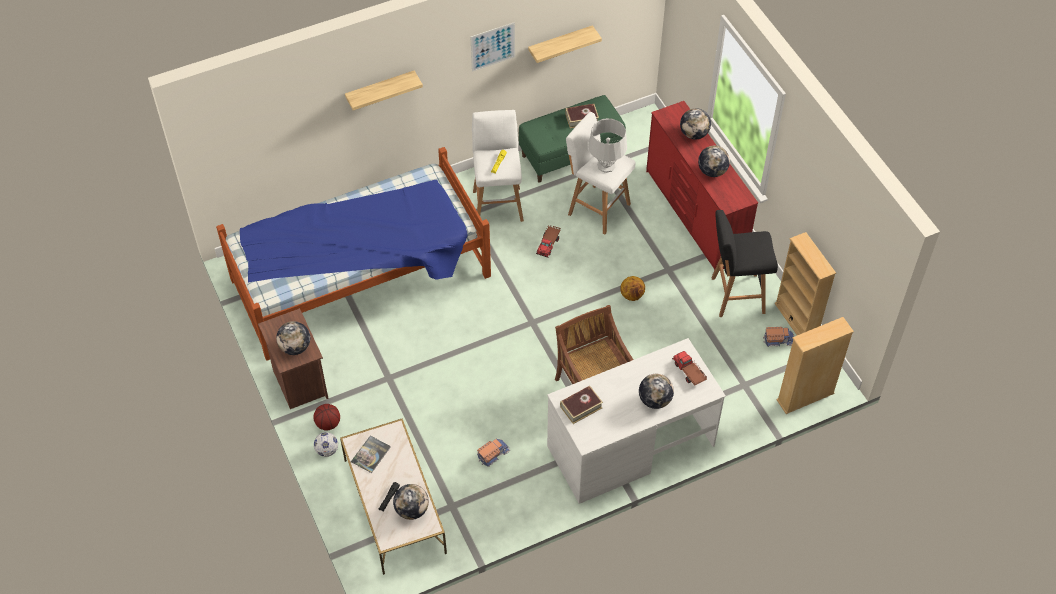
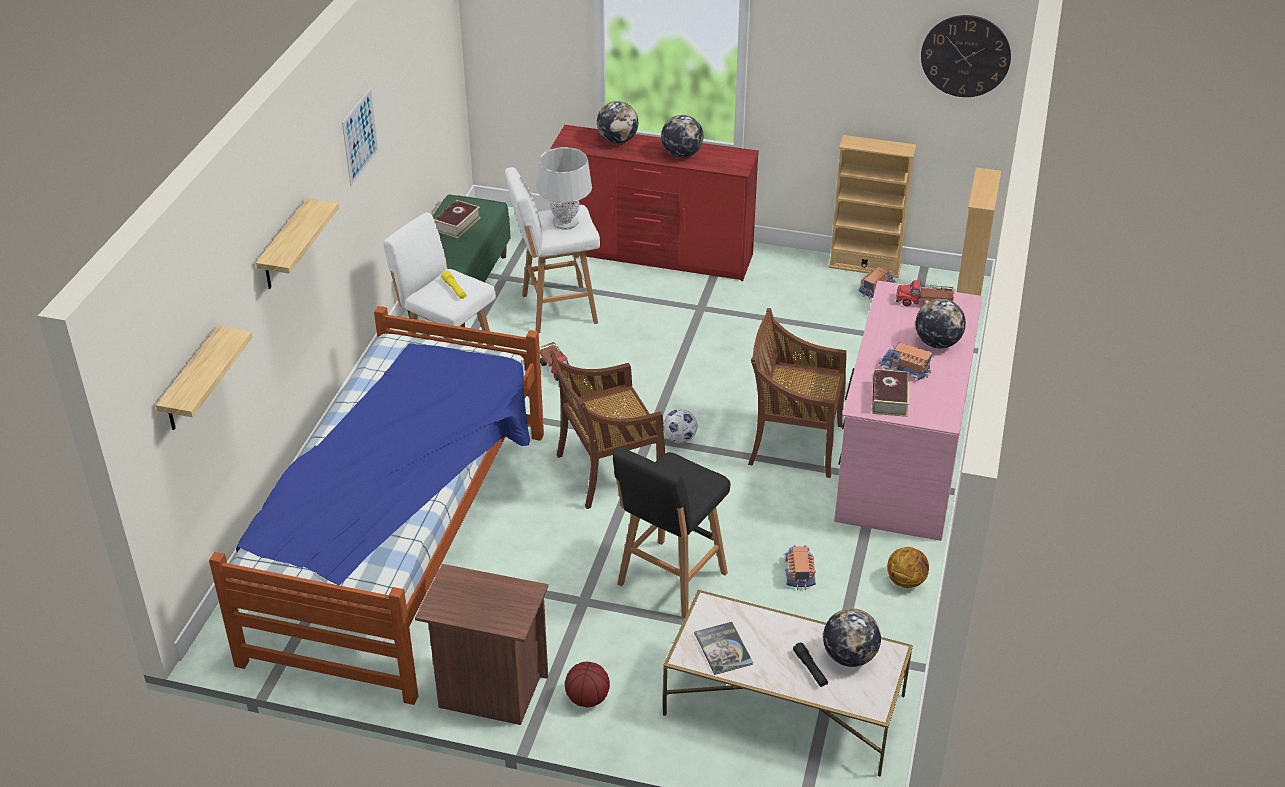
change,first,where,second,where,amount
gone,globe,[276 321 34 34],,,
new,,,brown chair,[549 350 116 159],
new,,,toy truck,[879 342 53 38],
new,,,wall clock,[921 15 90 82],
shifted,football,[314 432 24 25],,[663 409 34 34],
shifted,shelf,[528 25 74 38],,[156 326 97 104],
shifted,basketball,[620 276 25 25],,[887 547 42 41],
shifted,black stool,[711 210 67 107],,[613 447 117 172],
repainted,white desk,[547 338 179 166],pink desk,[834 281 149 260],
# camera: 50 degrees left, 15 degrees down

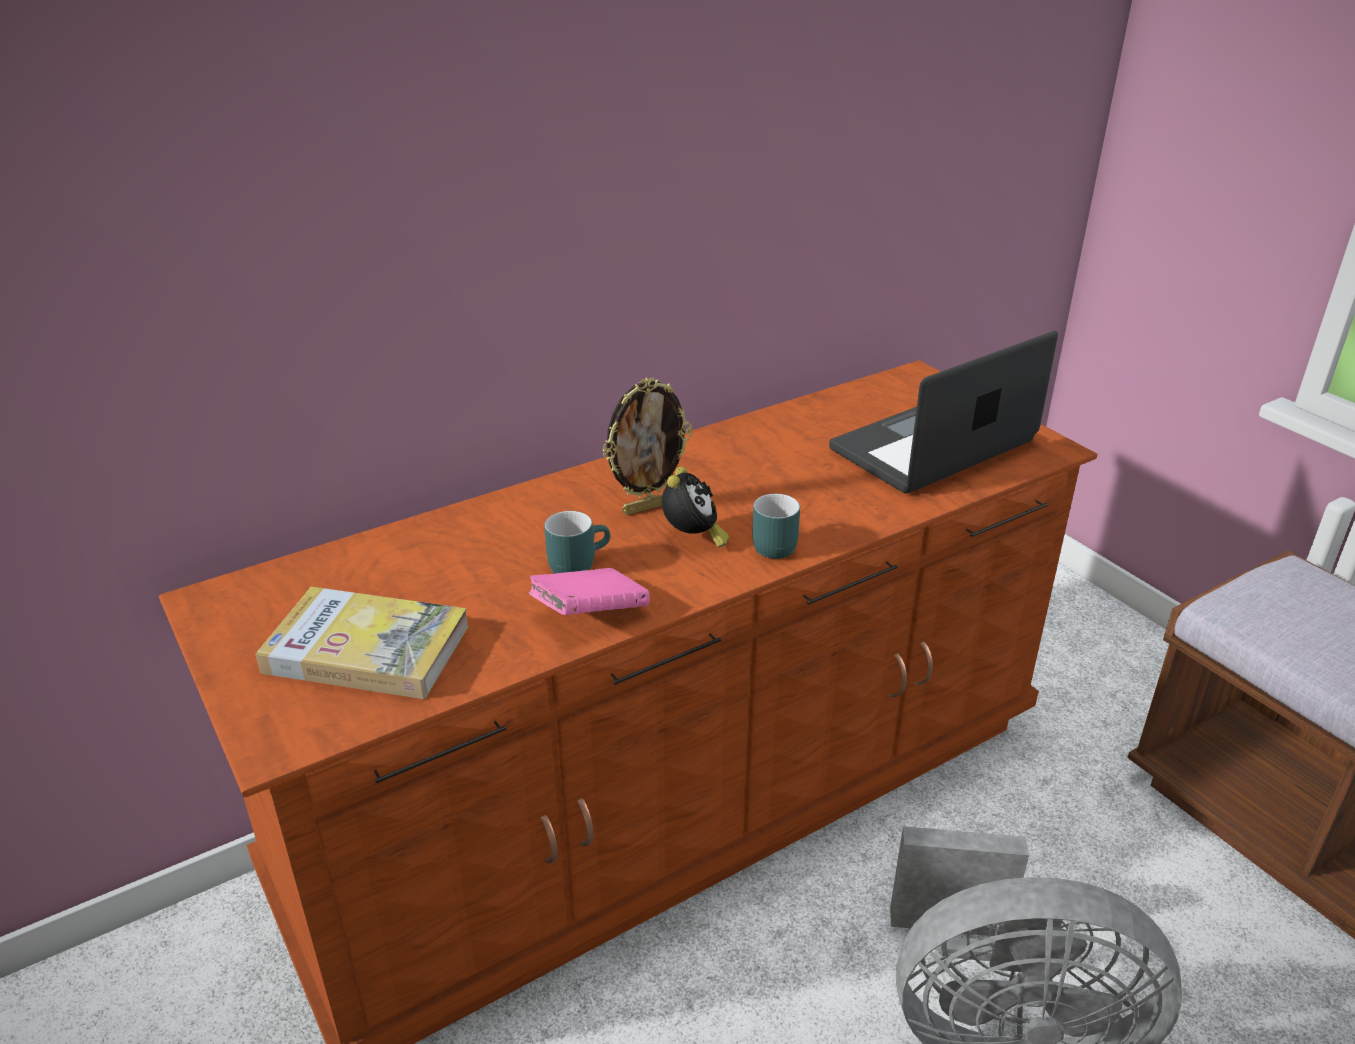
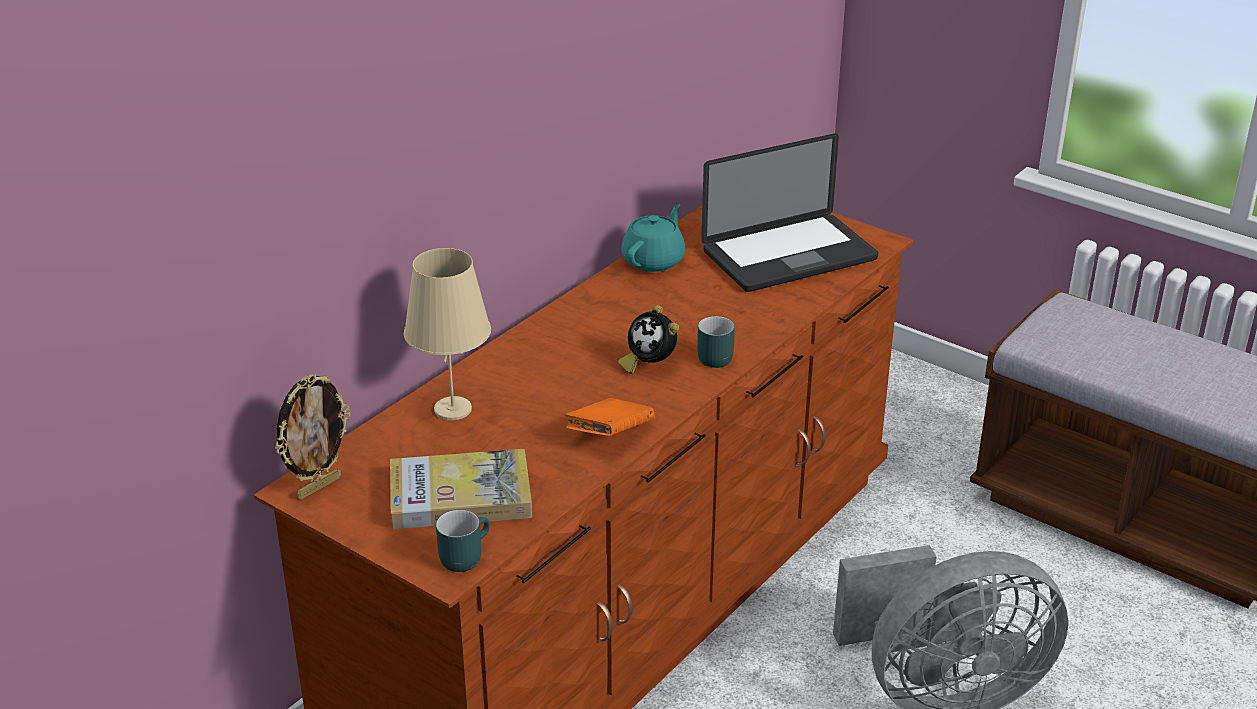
change,first,where,second,where,amount
new,,,beige table lamp,[404 248 87 172],
new,,,turquoise teapot,[621 204 65 68],
shifted,turquoise mug,[544 511 66 62],,[436 510 54 62],
shifted,picture frame,[602 378 90 137],,[275 374 75 125],
repainted,pink book,[528 568 122 47],orange book,[565 398 90 38],
rotated,alarm clock,[662 466 67 82],,[618 305 61 69],150 degrees clockwise
rotated,laptop,[829 331 229 162],,[701 133 178 159],150 degrees counterclockwise
# camera: 20 degrees left, 0 degrees up

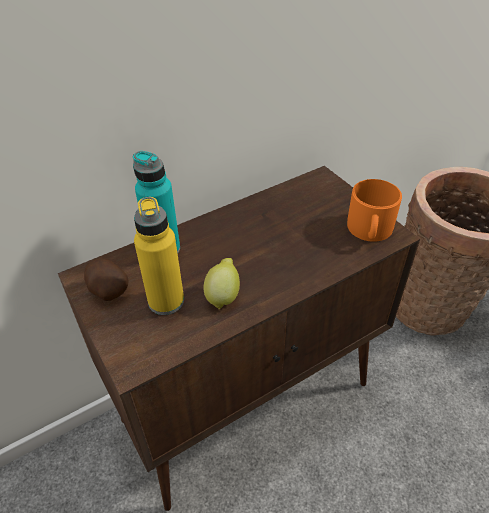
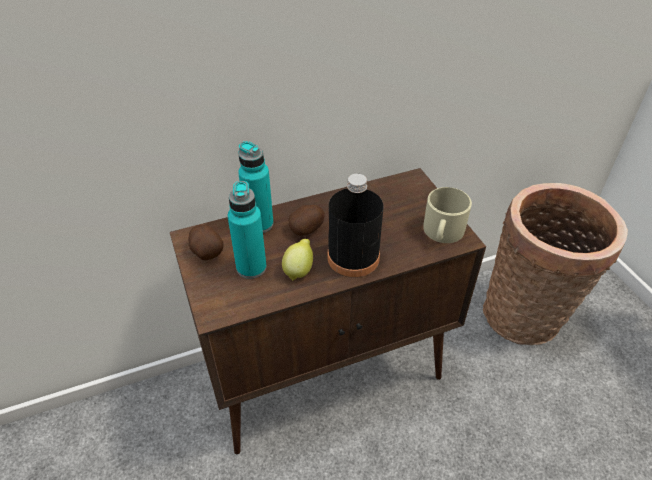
change,first,where,second,where,amount
new,,,potato,[288 205 37 30],
new,,,black bottle,[327 174 57 103],
repainted,yellow bottle,[134 197 50 118],turquoise bottle,[228 181 39 98],
repainted,orange mug,[347 179 55 63],beige mug,[423 187 49 56],
# camera: 10 degrees right, 0 degrees up

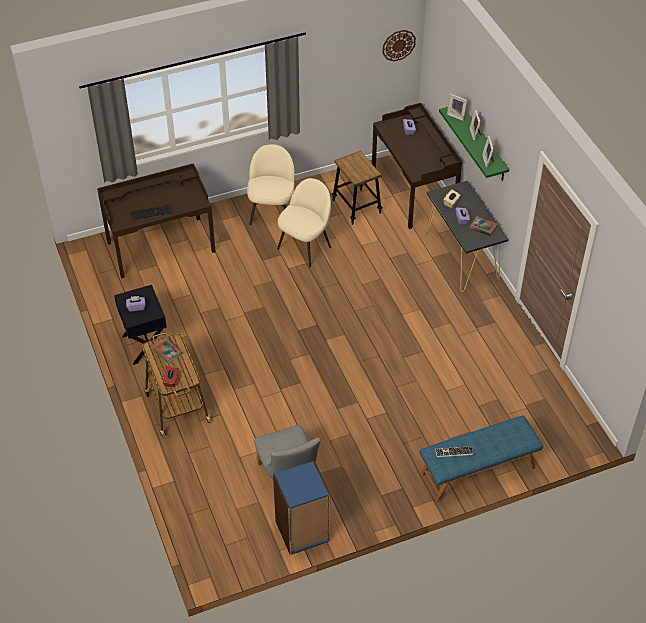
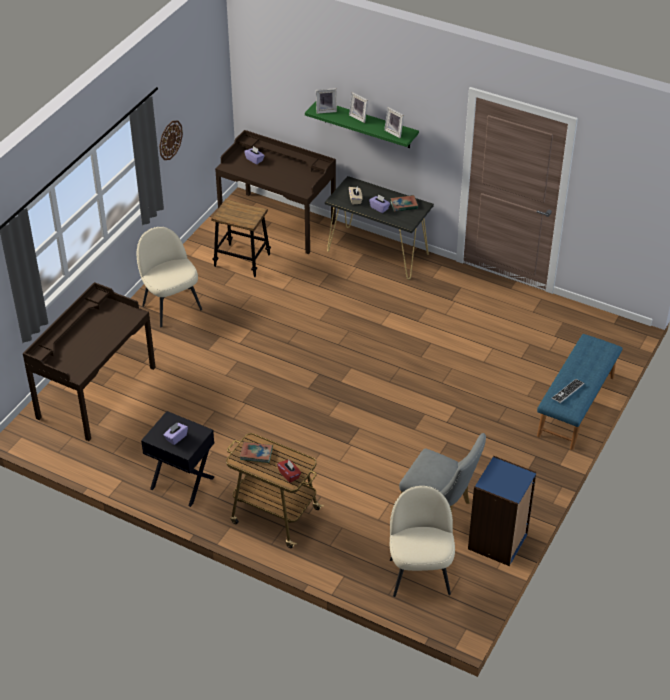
change,first,where,second,where,amount
gone,keyboard,[131 205 42 16],,,
shifted,beige chair,[277 178 54 89],,[390 486 65 111],
shifted,wall clock,[382 30 34 31],,[159 121 24 39],
# camera: 40 degrees left, 5 degrees down

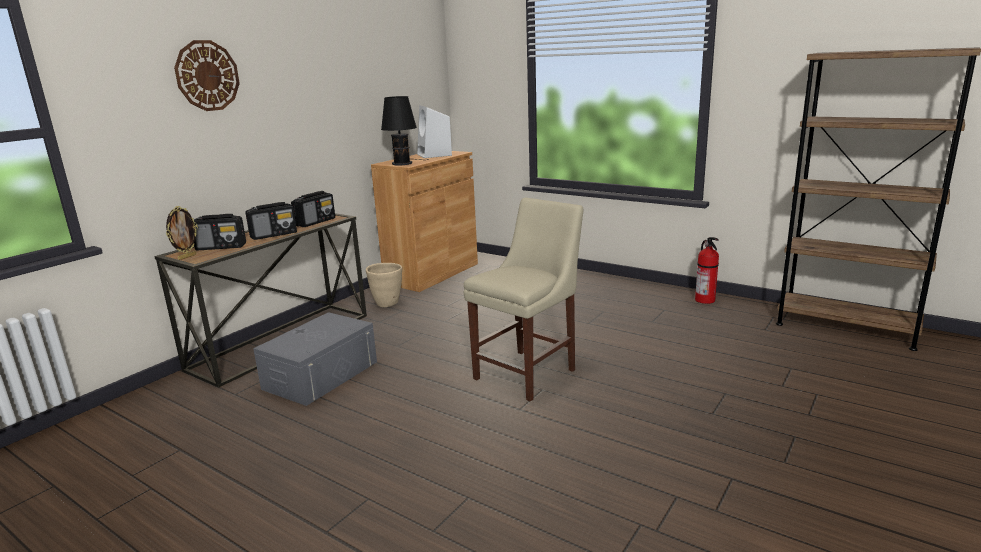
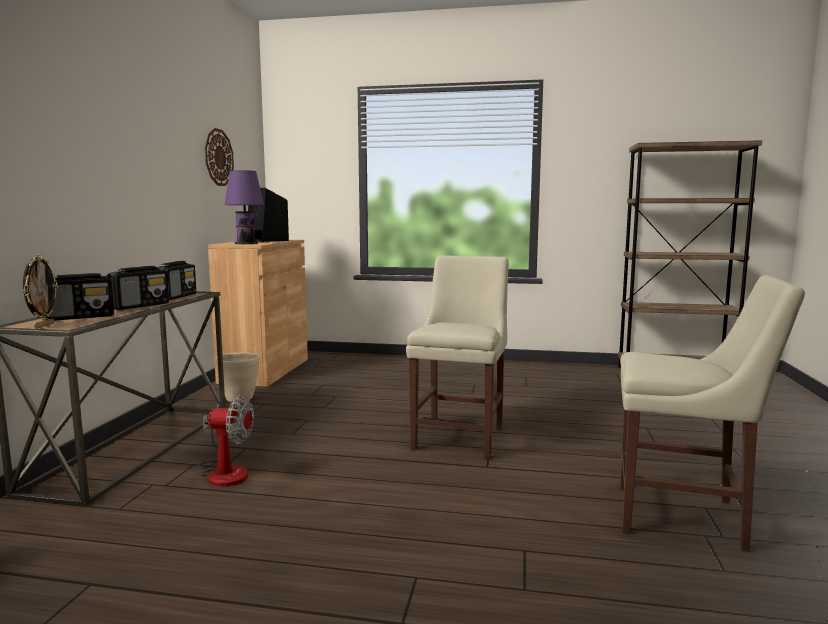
change,first,where,second,where,amount
gone,fire extinguisher,[695 237 24 67],,,
new,,,beige chair,[620 275 185 277],
shifted,wall clock,[174 40 66 71],,[205 128 29 58],
swapped,grey storage box,[253 312 124 94],fan,[199 396 55 91],
repainted,black table lamp,[381 96 48 69],purple table lamp,[225 170 43 74],
repainted,white speaker,[417 105 35 53],black speaker,[248 188 41 54],
# camera: 25 degrees left, 10 degrees down

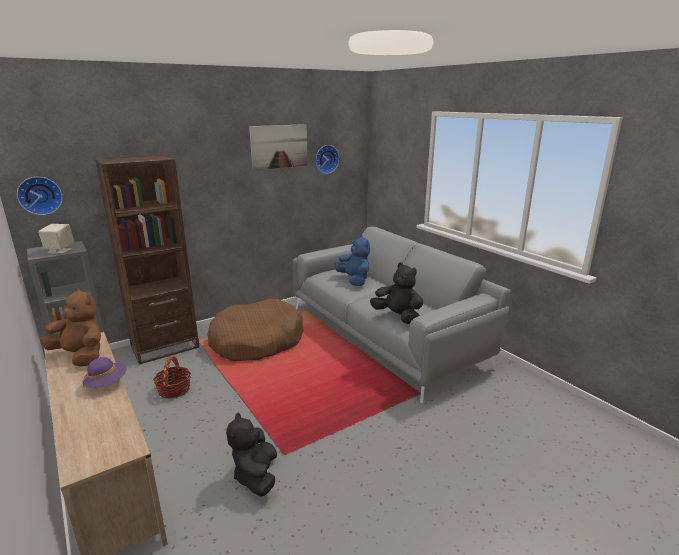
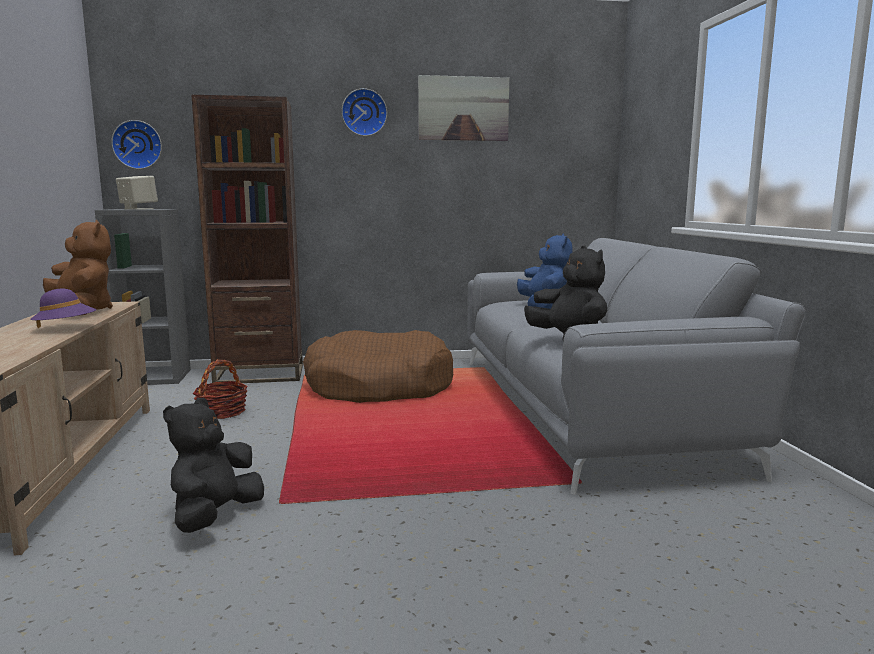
change,first,where,second,where,amount
shifted,wall clock,[316 145 23 29],,[341 88 46 48],
# camera: 25 degrees right, 10 degrees down

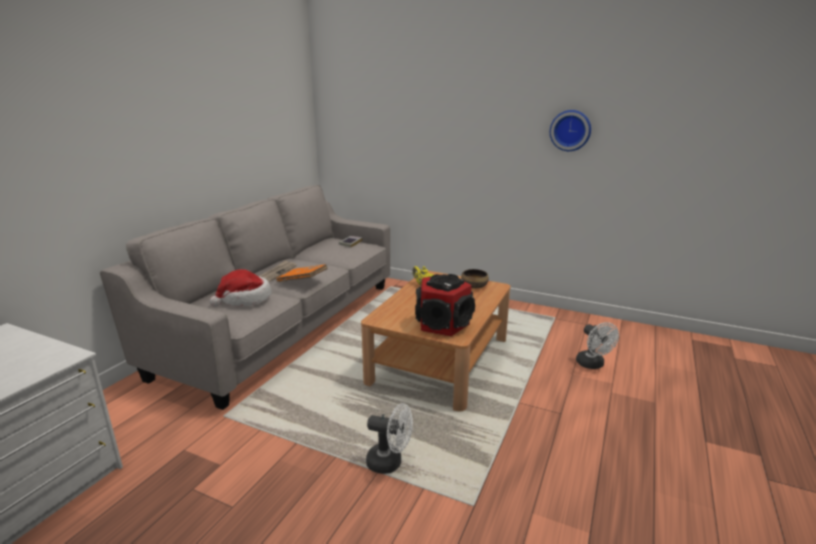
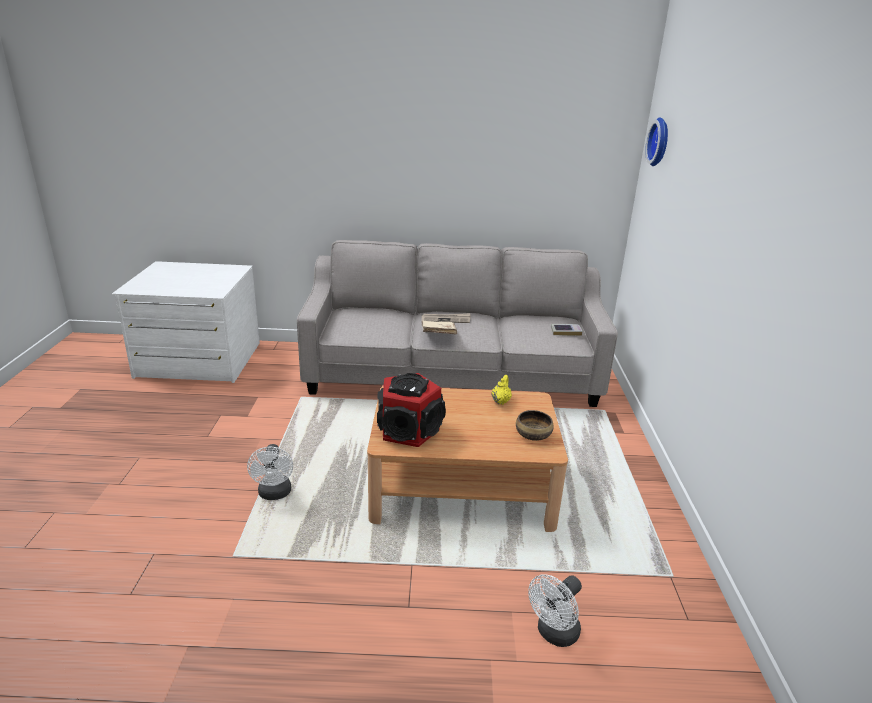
change,first,where,second,where,amount
gone,hat,[209 269 62 38],,,
shifted,wall clock,[550 110 41 41],,[645 117 23 49],
repainted,orange book,[276 264 52 18],beige book,[421 321 36 13],
# camera: 65 degrees right, 5 degrees up

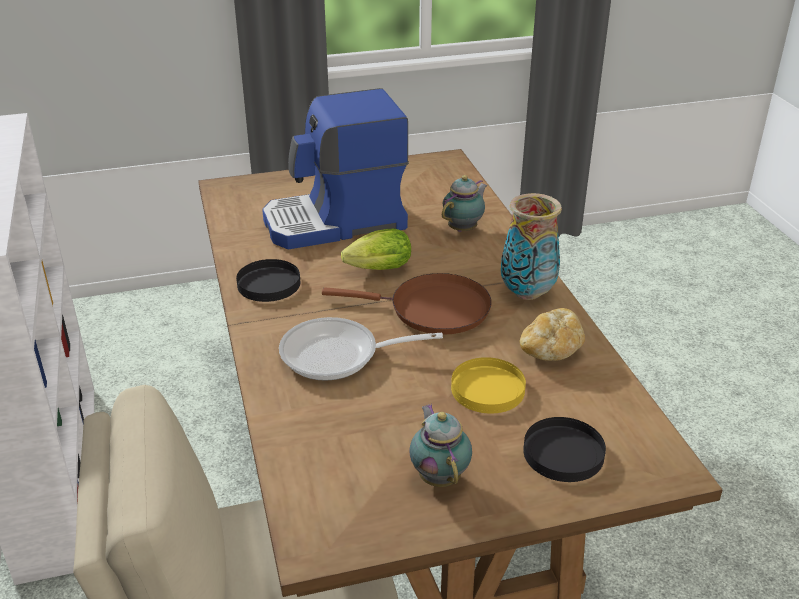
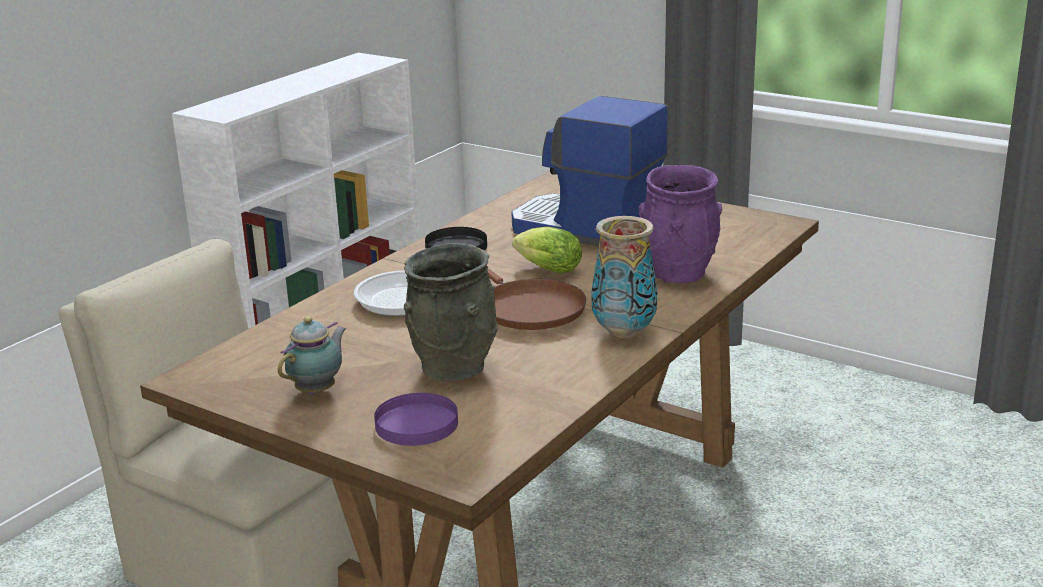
change,first,where,second,where,amount
gone,bread,[520 308 65 53],,,
swapped,teapot,[442 175 46 57],purple vase,[639 165 84 118],
swapped,yellow plate,[451 357 75 57],grey vase,[404 243 93 138],
repainted,black plate,[523 417 83 65],purple plate,[374 393 84 53],
# camera: 50 degrees right, 10 degrees down

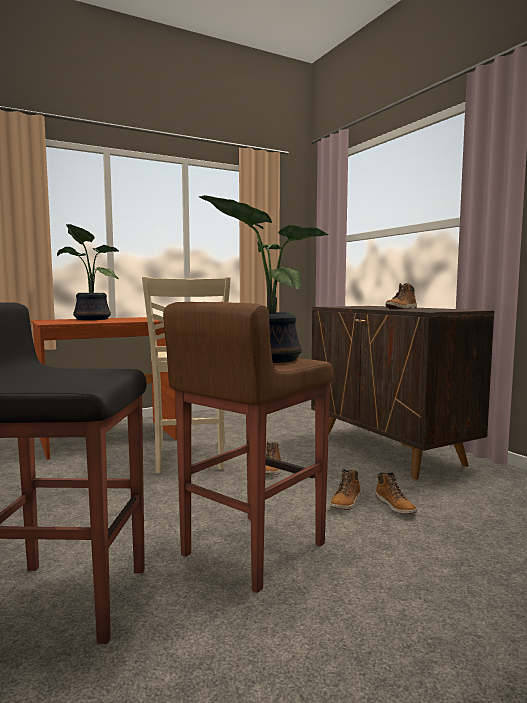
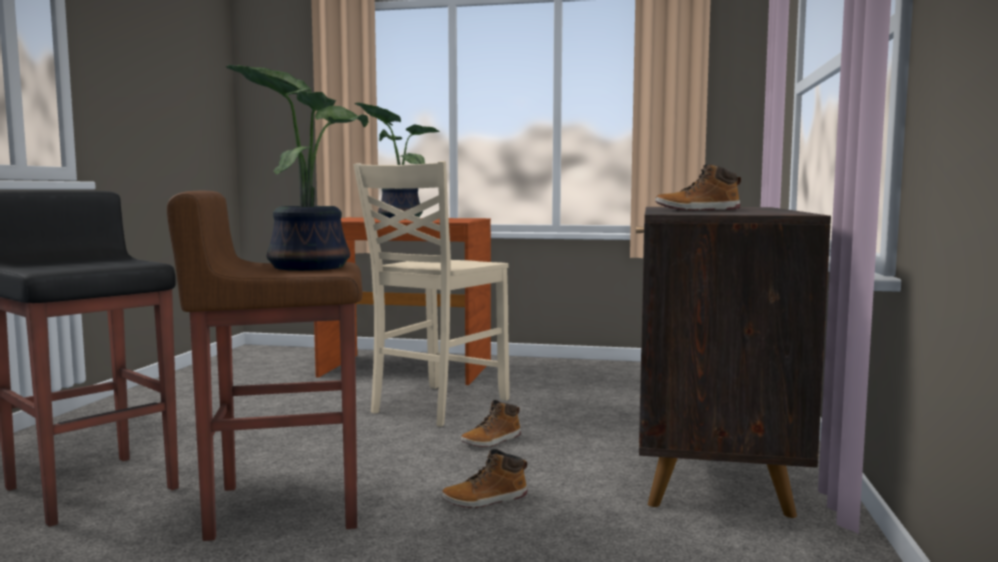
change,first,where,second,where,amount
gone,boot,[376 472 41 42],,,
# camera: 40 degrees right, 0 degrees up

